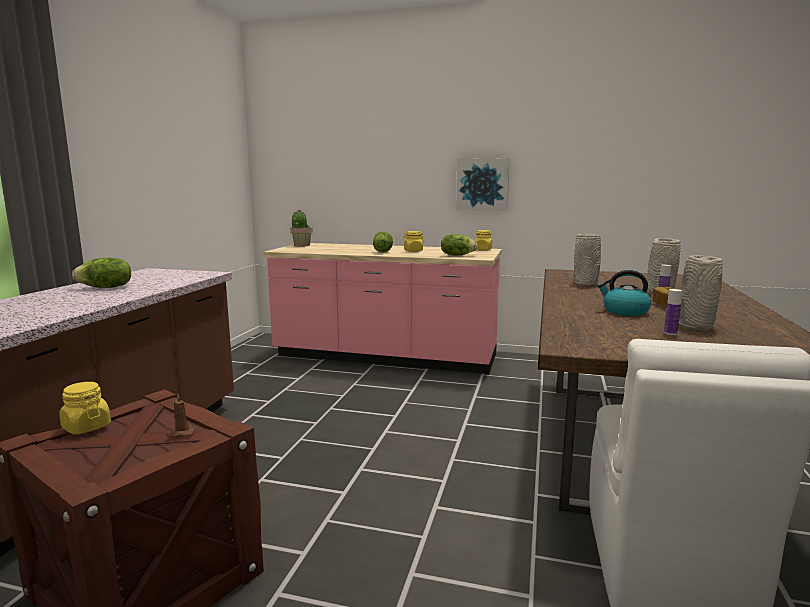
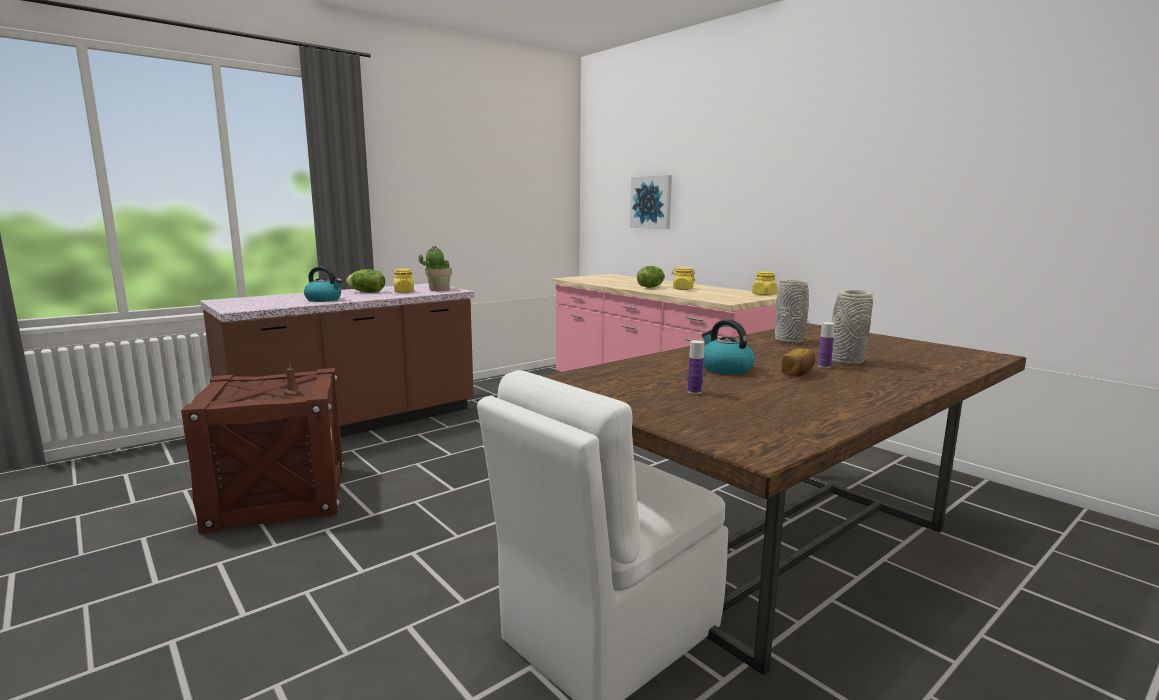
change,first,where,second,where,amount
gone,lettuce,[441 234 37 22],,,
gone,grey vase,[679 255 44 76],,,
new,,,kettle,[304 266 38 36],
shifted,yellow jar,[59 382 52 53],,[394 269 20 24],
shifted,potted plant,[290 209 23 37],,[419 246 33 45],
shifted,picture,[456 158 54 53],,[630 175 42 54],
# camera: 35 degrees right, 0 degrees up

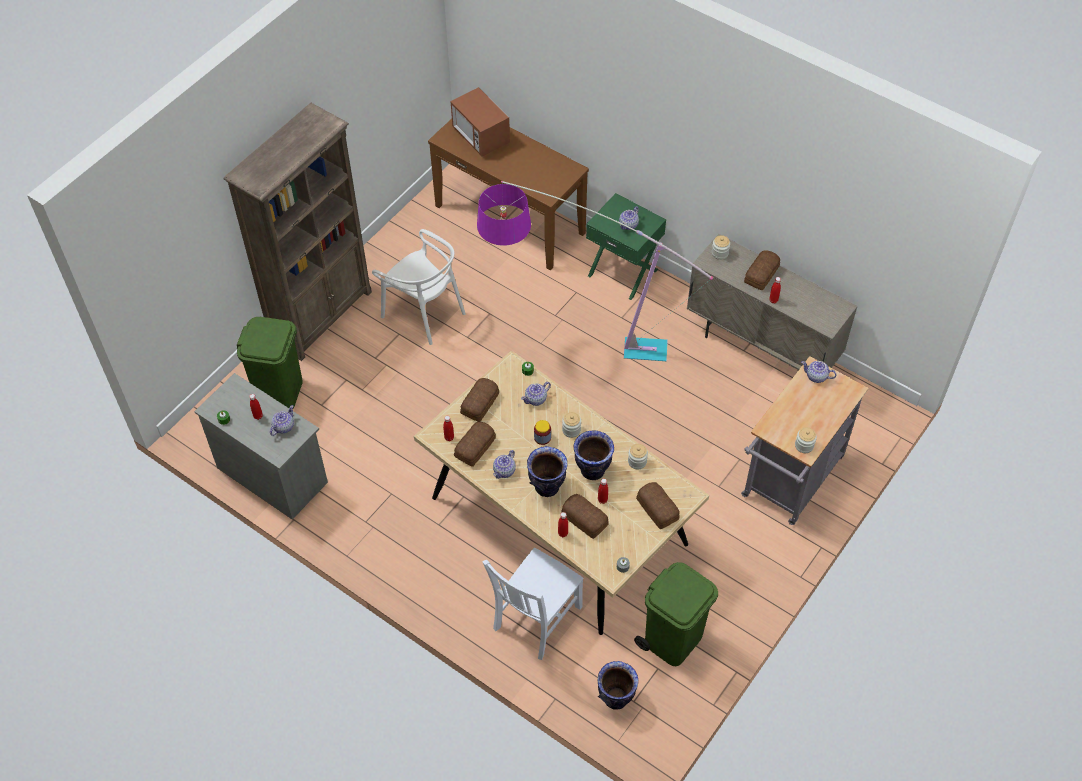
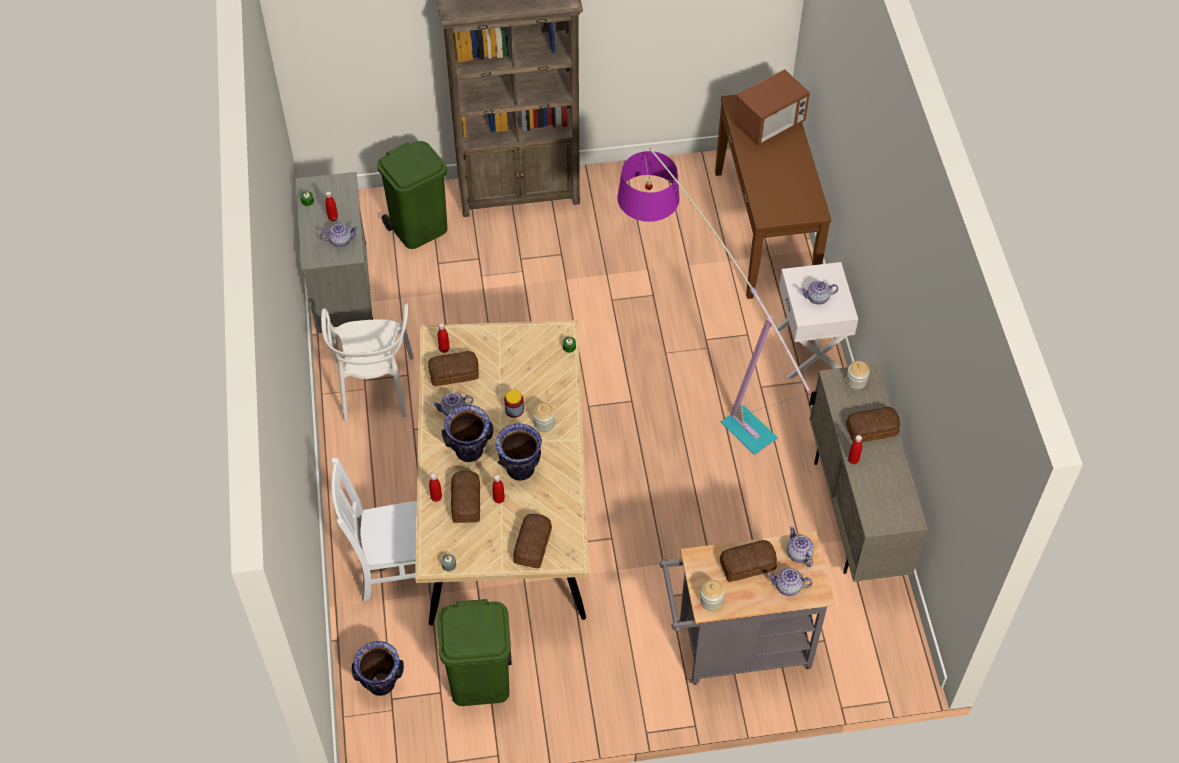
change,first,where,second,where,amount
gone,jar,[628 444 20 25],,,
shifted,white chair,[372 229 94 116],,[321 303 93 119],
shifted,bread,[460 378 39 44],,[720 540 57 42],
shifted,teapot,[521 382 30 24],,[767 568 45 28],
repainted,green nightstand,[586 193 80 107],white nightstand,[777 262 81 117],
rotated,microwave,[450 87 60 70],,[733 69 77 77],135 degrees counterclockwise
# camera: 45 degrees right, 0 degrees up

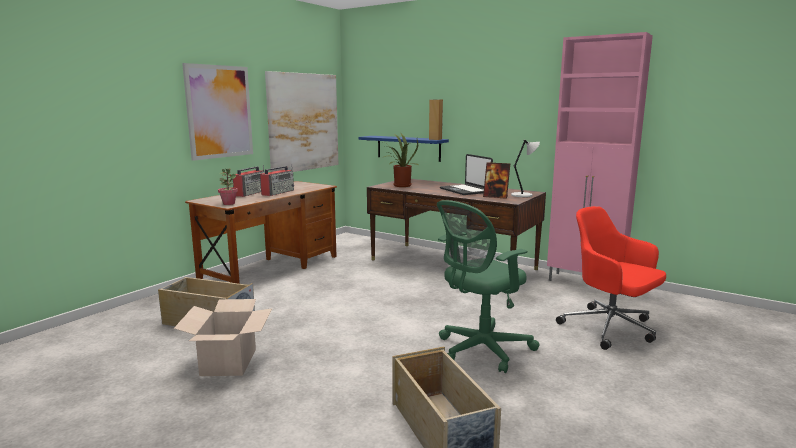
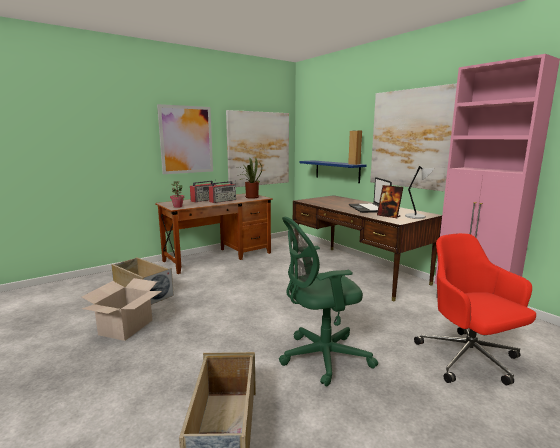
change,first,where,second,where,amount
new,,,picture,[370 83 87 109],
shifted,potted plant,[383 133 36 54],,[239 157 23 42],
# camera: 20 degrees right, 0 degrees up

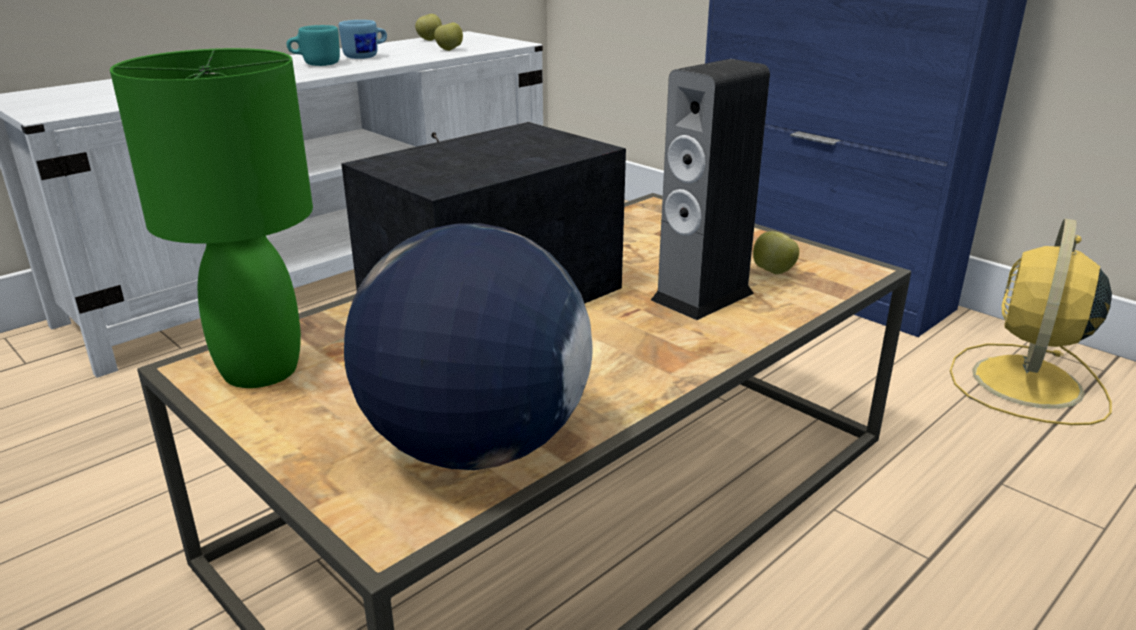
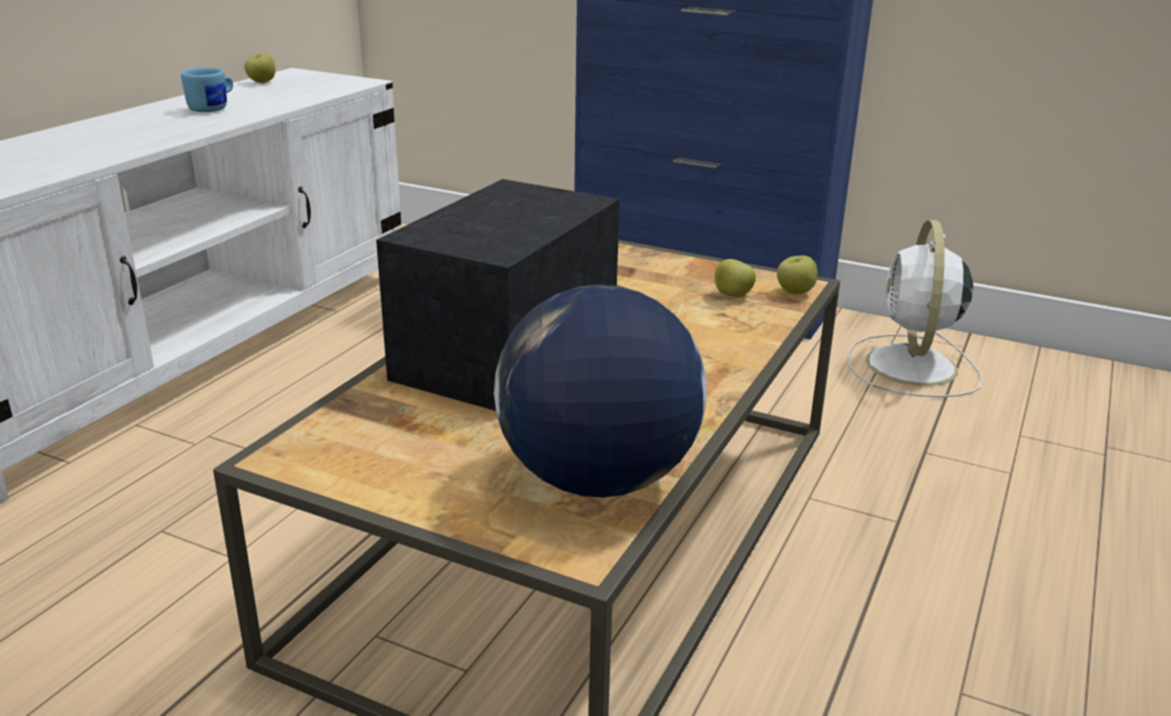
change,first,where,second,where,amount
gone,green table lamp,[110 48 203 340],,,
gone,turquoise mug,[287 25 53 41],,,
gone,speaker,[651 59 119 261],,,
shifted,apple,[434 23 29 28],,[777 255 41 39],
repainted,yellow fan,[950 218 162 207],white fan,[847 220 136 177],
# camera: 20 degrees left, 0 degrees up

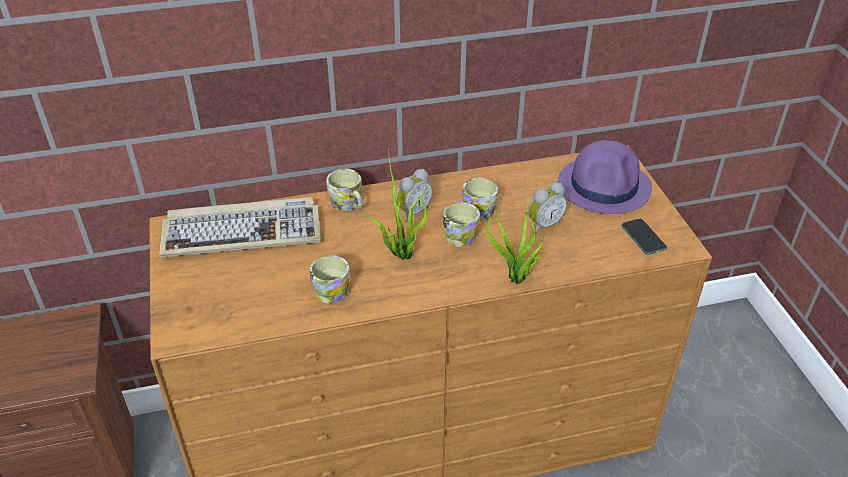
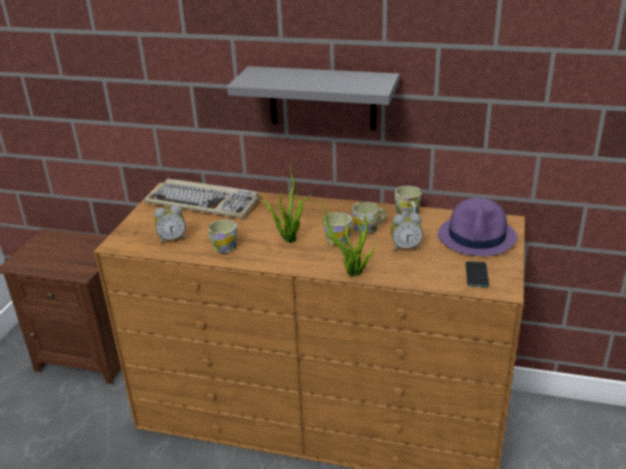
change,first,where,second,where,amount
new,,,grey shelf,[227 66 173 64],
shifted,mug,[326 169 37 42],,[395 186 27 31],
shifted,alarm clock,[396 169 37 53],,[154 205 32 39],
# camera: 30 degrees right, 10 degrees down

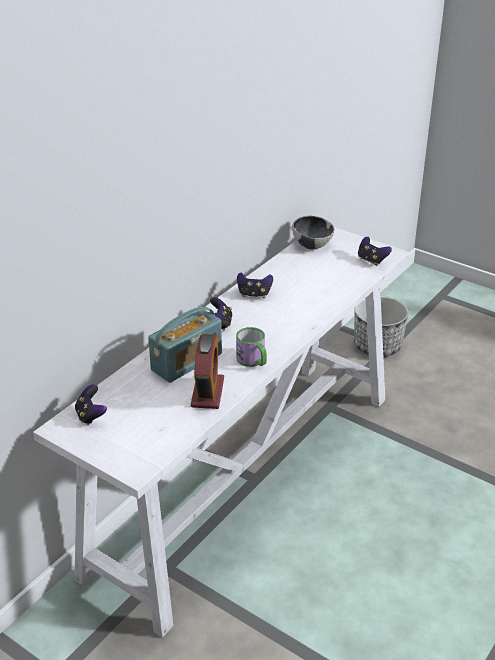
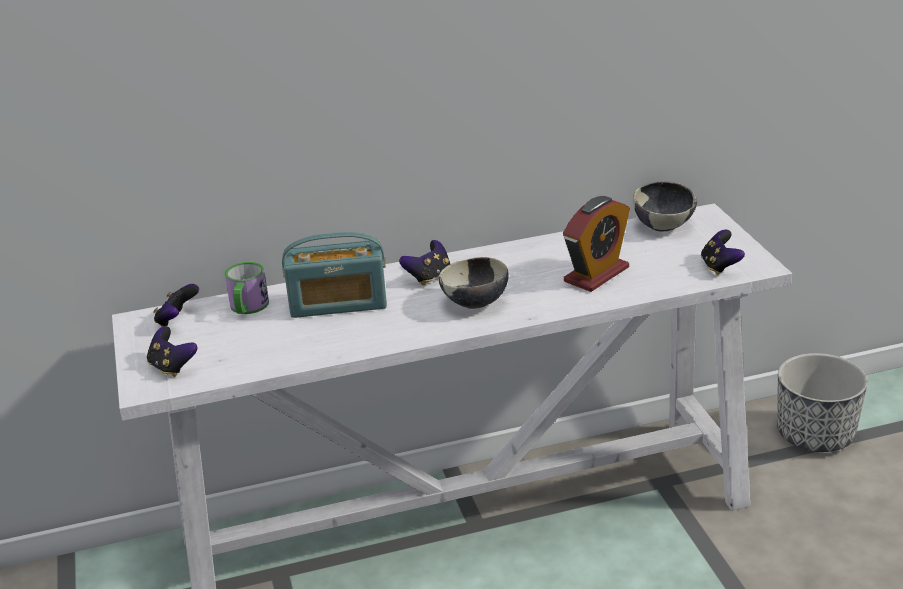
change,first,where,second,where,amount
new,,,bowl,[439 257 70 52],
shifted,alarm clock,[191 334 33 75],,[563 196 67 96],
shifted,mug,[236 327 31 40],,[225 262 44 52],
shifted,game controller,[237 273 36 25],,[147 326 51 51],
# camera: 40 degrees right, 5 degrees down

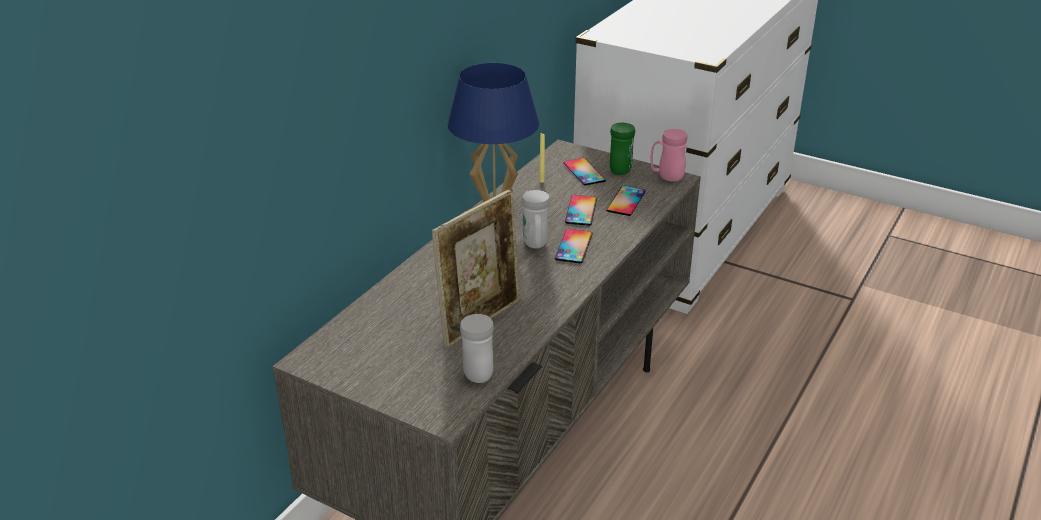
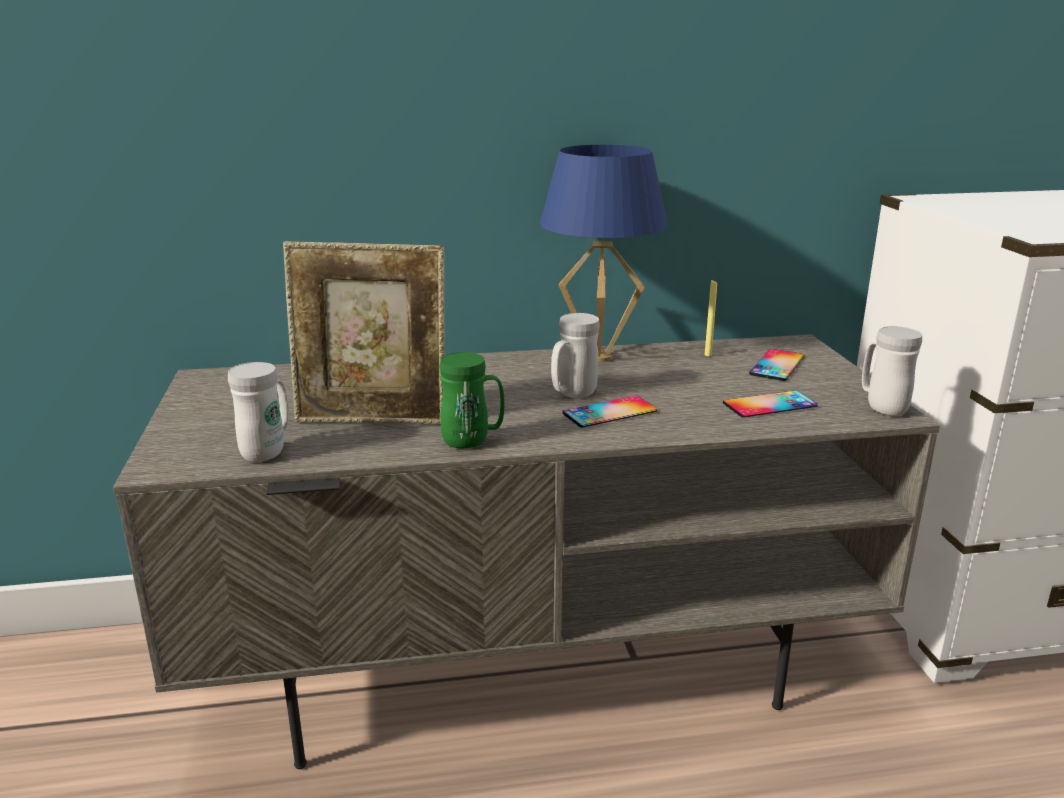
change,first,where,second,where,amount
gone,phone,[565 195 32 31],,,
shifted,green mug,[610 123 25 52],,[440 352 64 96],
repainted,pink mug,[650 129 37 52],white mug,[862 326 60 90],
# camera: 50 degrees right, 10 degrees down

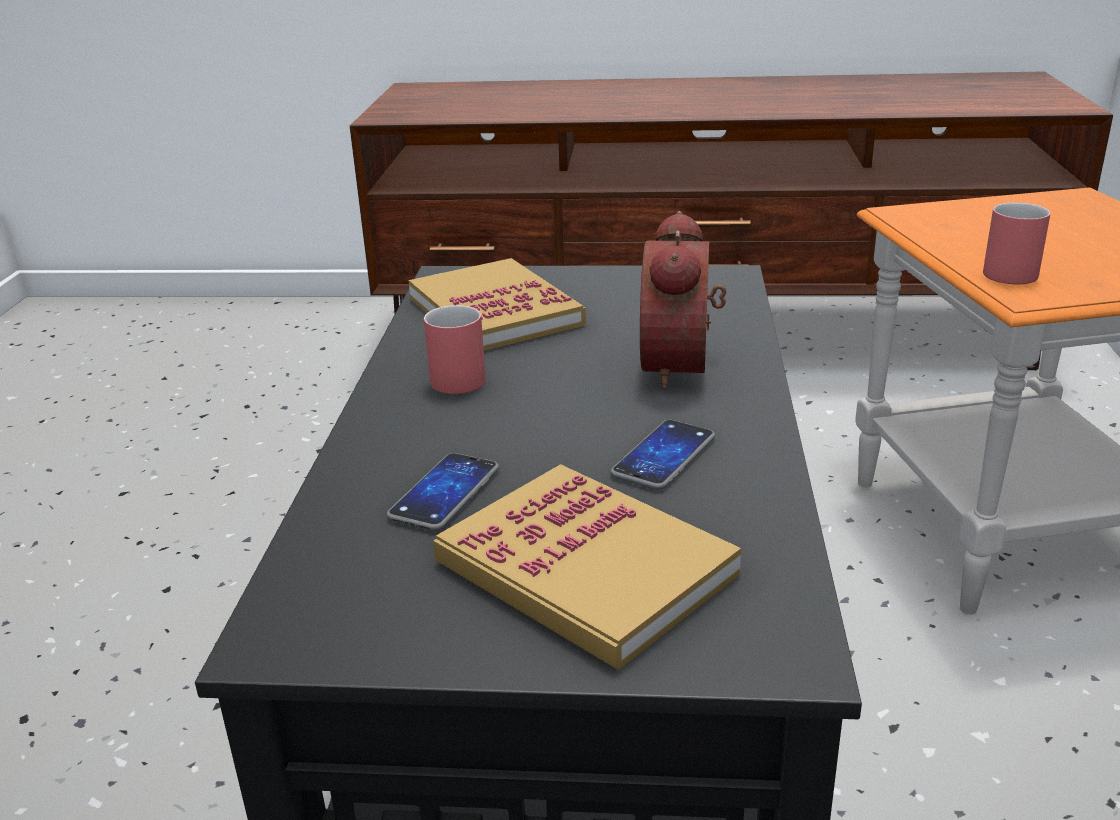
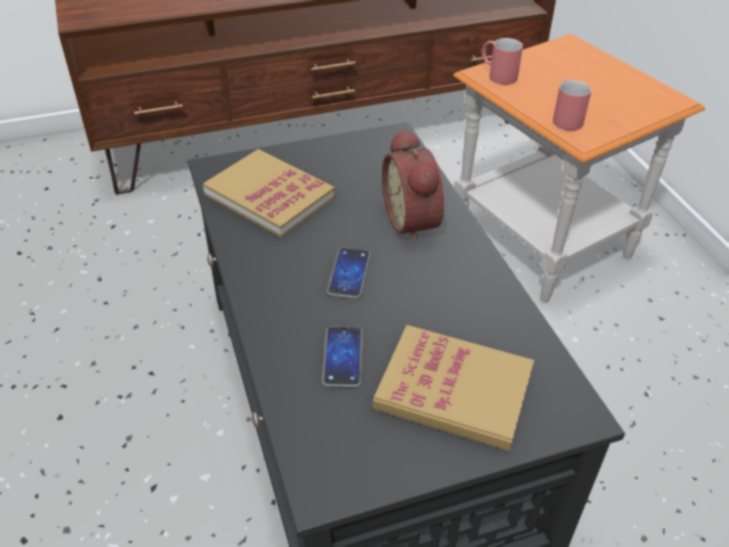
change,first,where,second,where,amount
shifted,red mug,[424 305 62 89],,[481 38 42 47],
shifted,phone,[610 420 105 70],,[327 248 44 51],
# camera: 25 degrees left, 15 degrees up

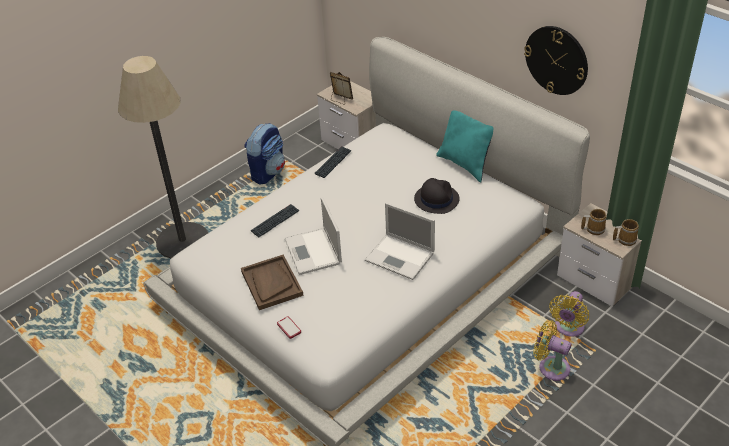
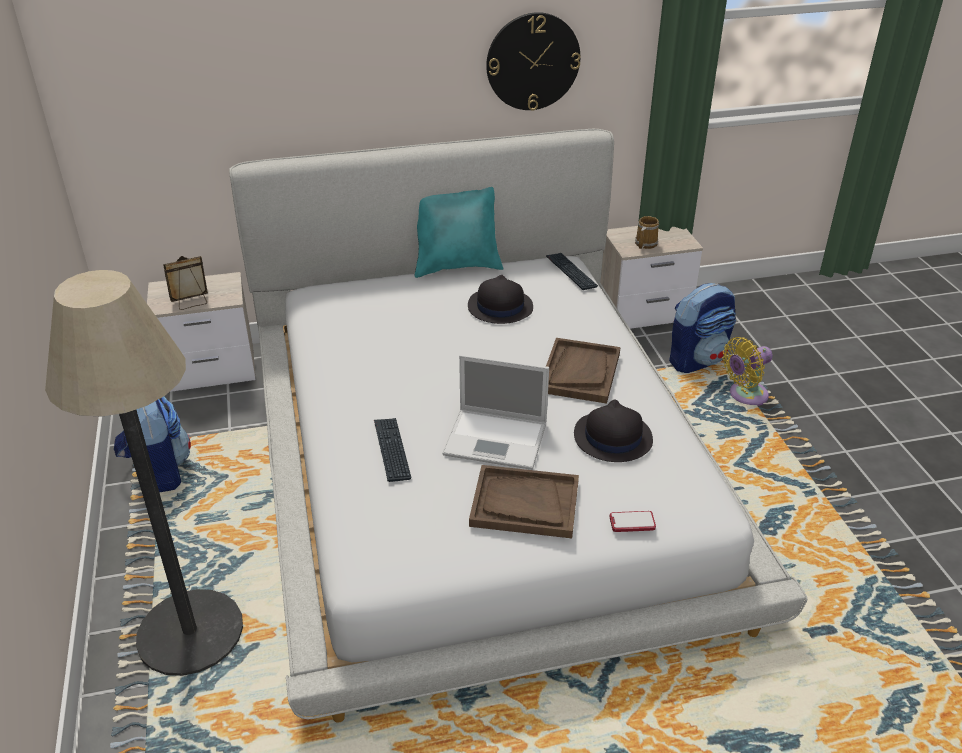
change,first,where,second,where,amount
gone,mug,[613 219 26 27],,,
new,,,black hat,[574 399 79 63],
shifted,keyboard,[315 146 37 32],,[546 253 52 37],
swapped,laptop,[365 202 70 78],brown tray,[546 338 74 66],
swapped,yellow fan,[549 291 40 46],backpack,[669 283 67 90],
# camera: 60 degrees left, 5 degrees down

